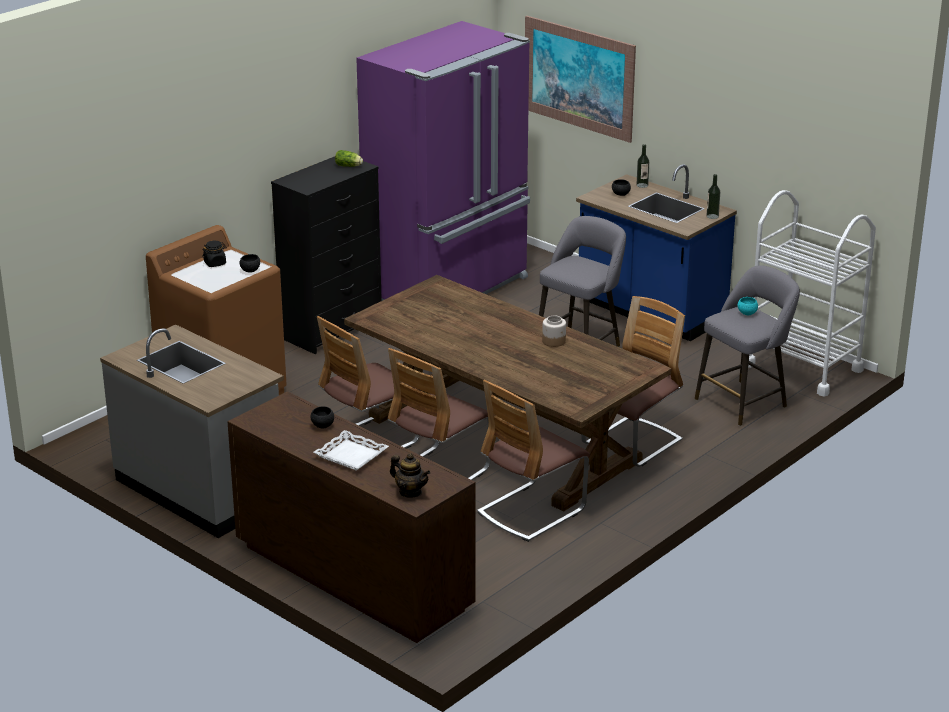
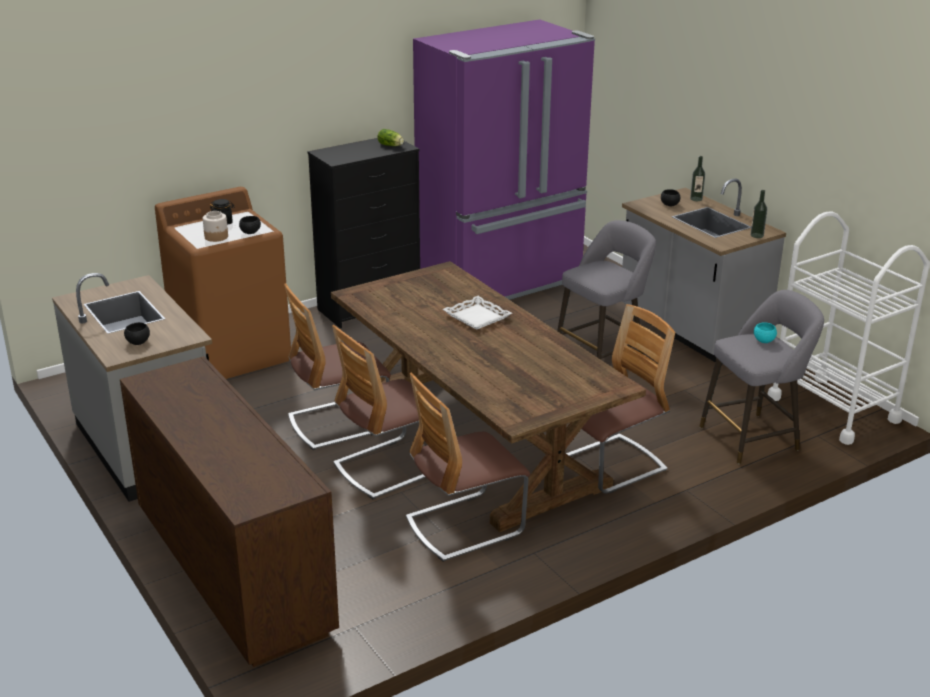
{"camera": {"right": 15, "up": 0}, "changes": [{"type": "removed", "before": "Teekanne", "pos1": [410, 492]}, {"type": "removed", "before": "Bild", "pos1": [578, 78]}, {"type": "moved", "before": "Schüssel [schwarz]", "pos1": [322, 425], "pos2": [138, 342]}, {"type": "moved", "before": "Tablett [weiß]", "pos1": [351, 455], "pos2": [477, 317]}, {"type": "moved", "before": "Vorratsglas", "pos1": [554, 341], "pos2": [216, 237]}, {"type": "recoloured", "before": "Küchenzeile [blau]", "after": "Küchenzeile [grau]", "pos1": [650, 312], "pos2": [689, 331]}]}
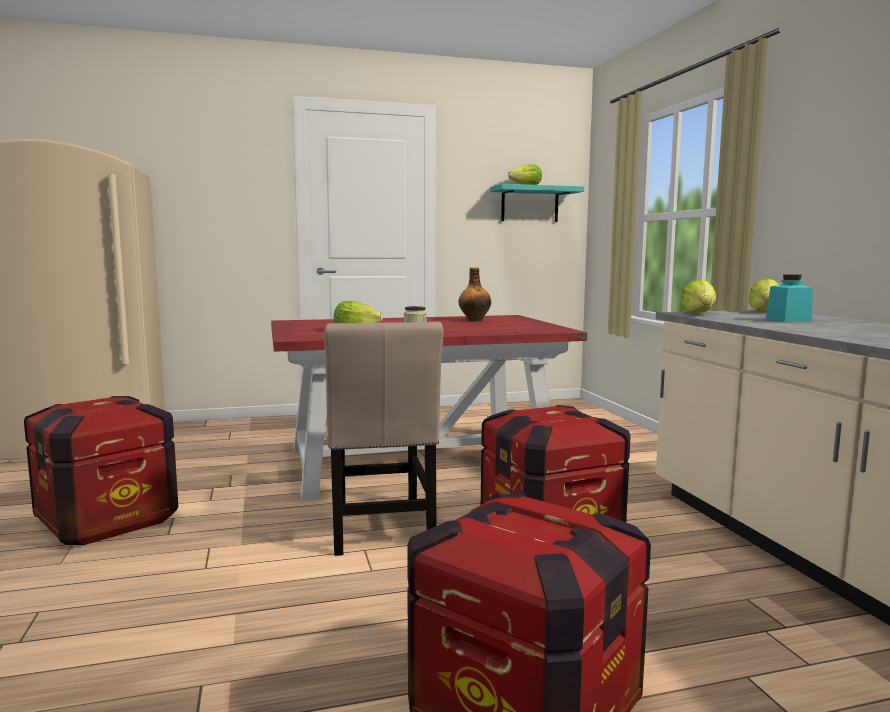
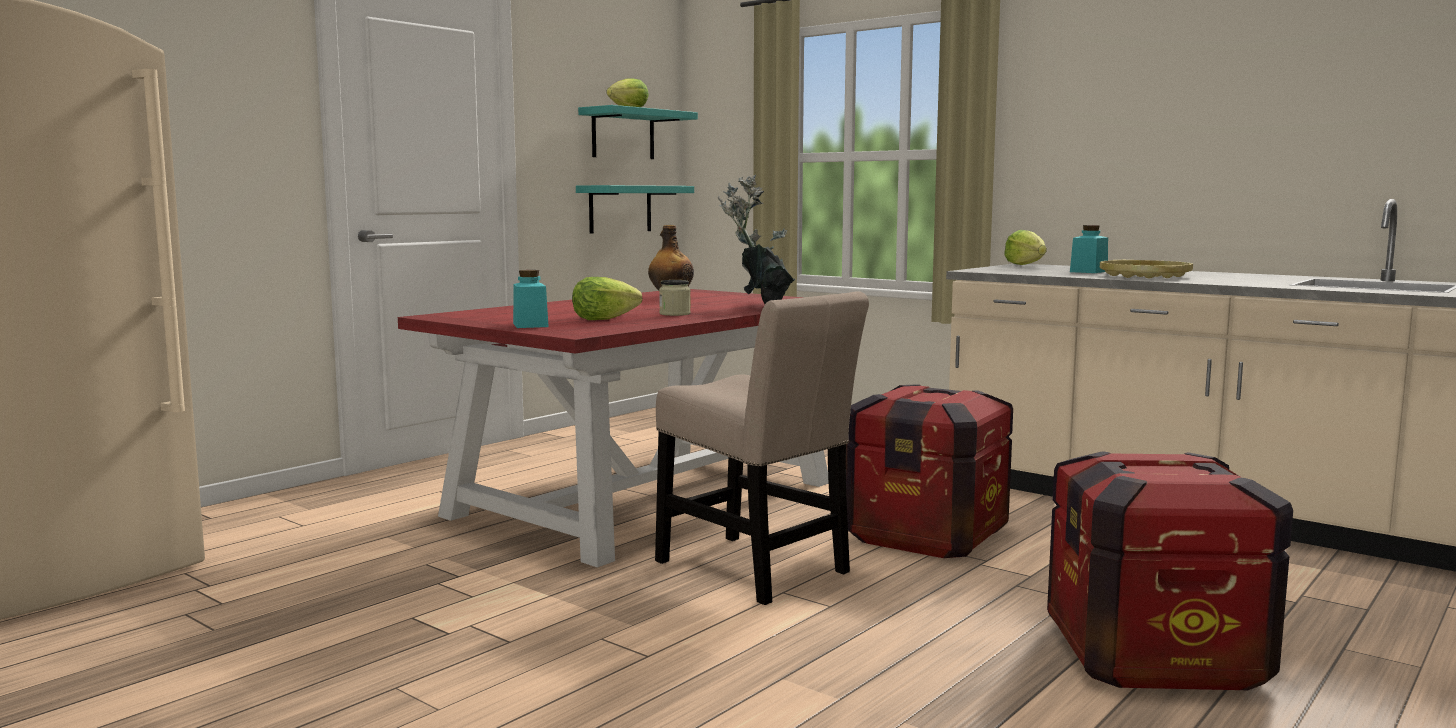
{"camera": {"right": -35, "up": 0}, "changes": [{"type": "removed", "before": "Kiste", "pos1": [107, 520]}, {"type": "removed", "before": "Salatkopf", "pos1": [699, 314]}, {"type": "added", "after": "Vorratsglas [türkis]", "pos2": [530, 325]}, {"type": "added", "after": "Wandregal [türkis]", "pos2": [620, 209]}, {"type": "added", "after": "Topfpflanze", "pos2": [760, 306]}, {"type": "added", "after": "Tablett [gelb]", "pos2": [1144, 276]}]}
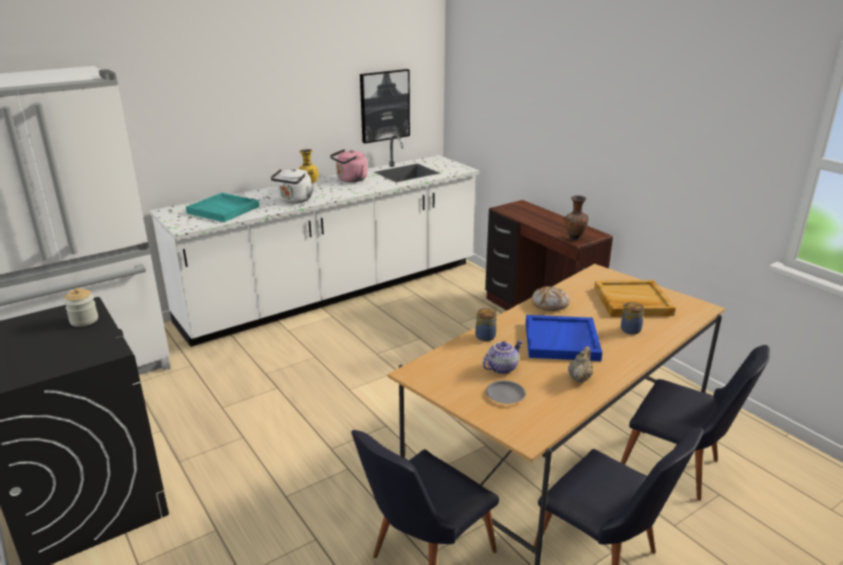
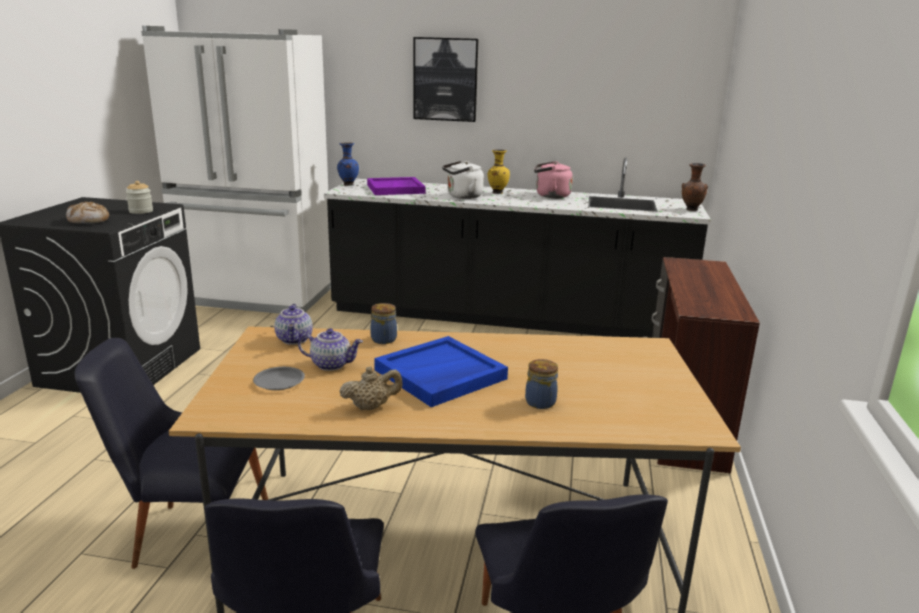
{"camera": {"right": 45, "up": -5}, "changes": [{"type": "removed", "before": "Tablett [beige]", "pos1": [632, 301]}, {"type": "added", "after": "Teekanne", "pos2": [295, 340]}, {"type": "added", "after": "Vase [blau]", "pos2": [348, 185]}, {"type": "moved", "before": "Bild", "pos1": [384, 105], "pos2": [445, 79]}, {"type": "moved", "before": "Brot", "pos1": [550, 304], "pos2": [89, 220]}, {"type": "moved", "before": "Vase [braun]", "pos1": [574, 239], "pos2": [691, 210]}, {"type": "recoloured", "before": "Küchenzeile [weiß]", "after": "Küchenzeile [schwarz]", "pos1": [334, 293], "pos2": [507, 318]}, {"type": "recoloured", "before": "Tablett [türkis]", "after": "Tablett [lila]", "pos1": [224, 210], "pos2": [396, 189]}]}
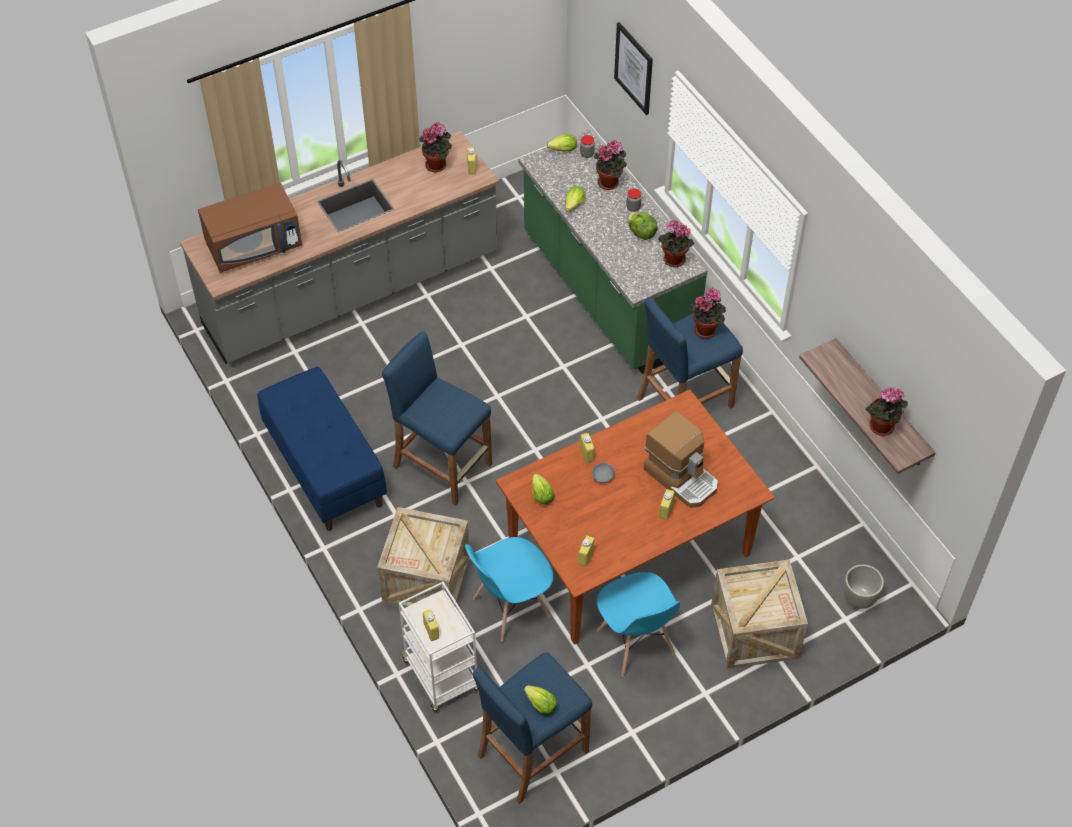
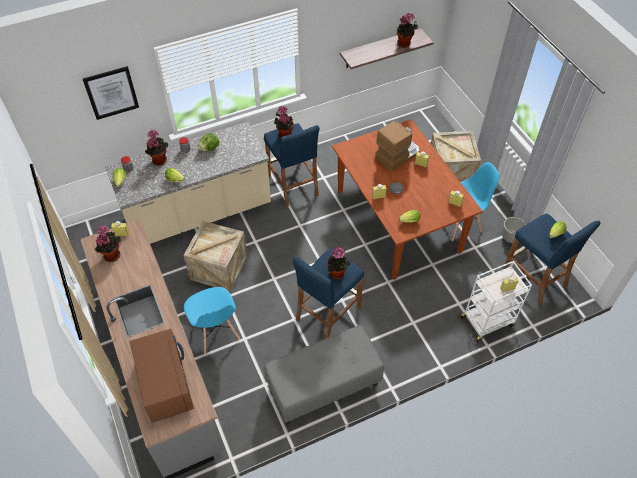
{"camera": {"right": -85, "up": 0}, "changes": [{"type": "moved", "before": "Kiste", "pos1": [426, 580], "pos2": [219, 268]}, {"type": "moved", "before": "Stuhl [blau]", "pos1": [510, 608], "pos2": [216, 332]}, {"type": "moved", "before": "Topfpflanze", "pos1": [672, 261], "pos2": [337, 274]}, {"type": "moved", "before": "Pflanzkübel [grau]", "pos1": [859, 599], "pos2": [510, 238]}, {"type": "recoloured", "before": "Bank [blau]", "after": "Bank [grau]", "pos1": [324, 468], "pos2": [323, 387]}, {"type": "recoloured", "before": "Küchenzeile [grün]", "after": "Küchenzeile [beige]", "pos1": [606, 293], "pos2": [198, 214]}]}
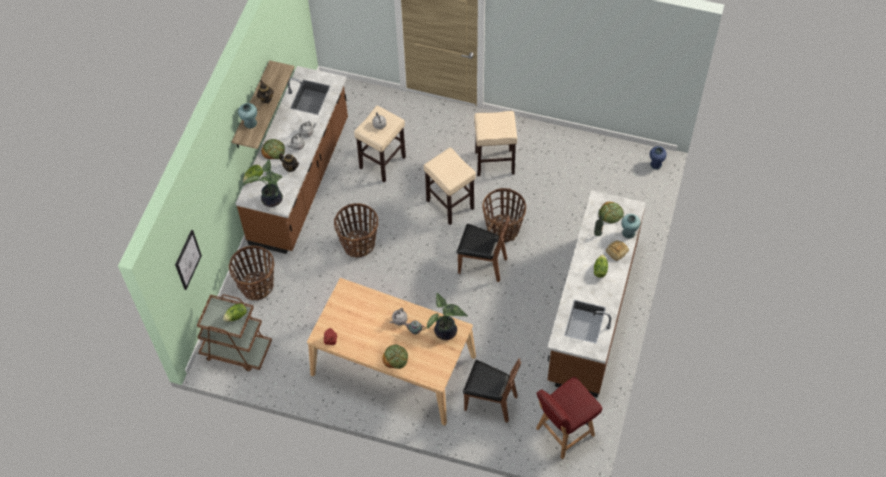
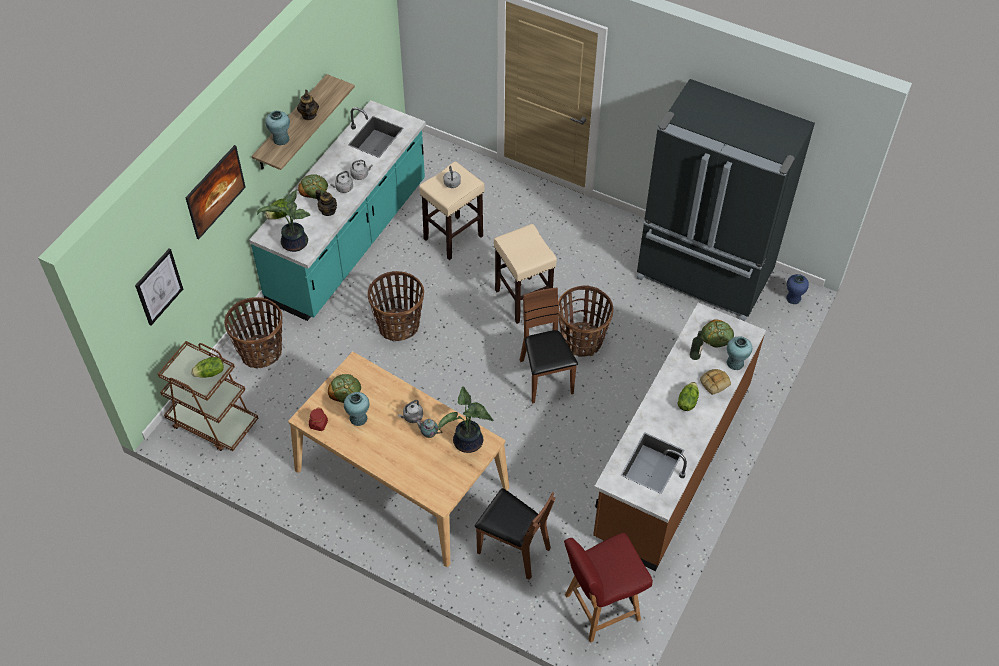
{"camera": {"right": 10, "up": -5}, "changes": [{"type": "removed", "before": "Hocker [beige]", "pos1": [494, 163]}, {"type": "added", "after": "Bild", "pos2": [218, 202]}, {"type": "added", "after": "Vase [türkis]", "pos2": [358, 418]}, {"type": "added", "after": "Kühlschrank [schwarz]", "pos2": [704, 276]}, {"type": "moved", "before": "Brot", "pos1": [395, 357], "pos2": [345, 390]}, {"type": "recoloured", "before": "Küchenzeile [braun]", "after": "Küchenzeile [türkis]", "pos1": [301, 181], "pos2": [349, 242]}, {"type": "turned", "before": "Stuhl [braun]", "pos1": [482, 264], "pos2": [545, 378], "turn": -135}]}
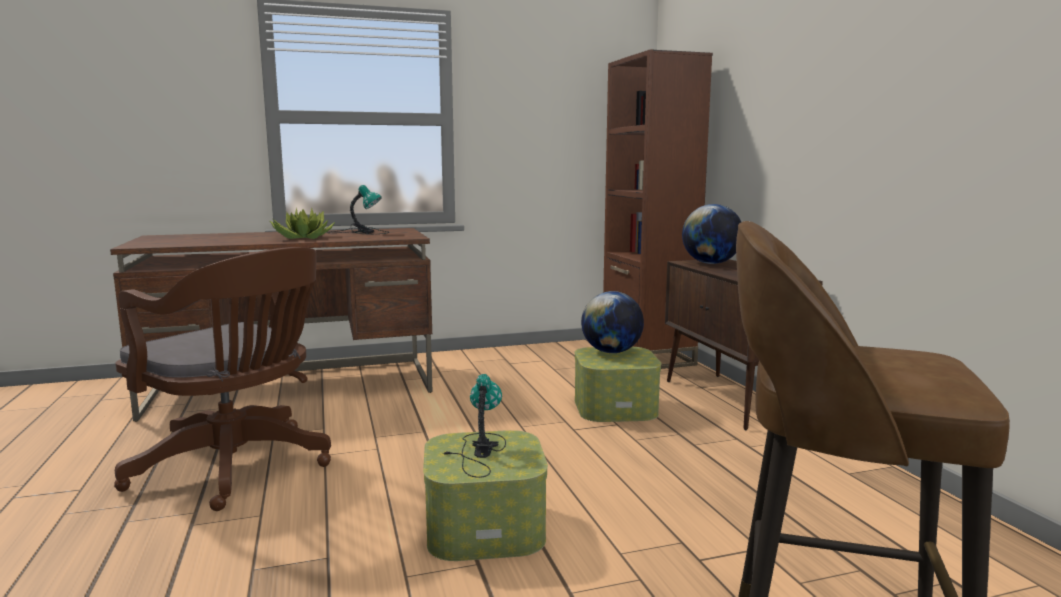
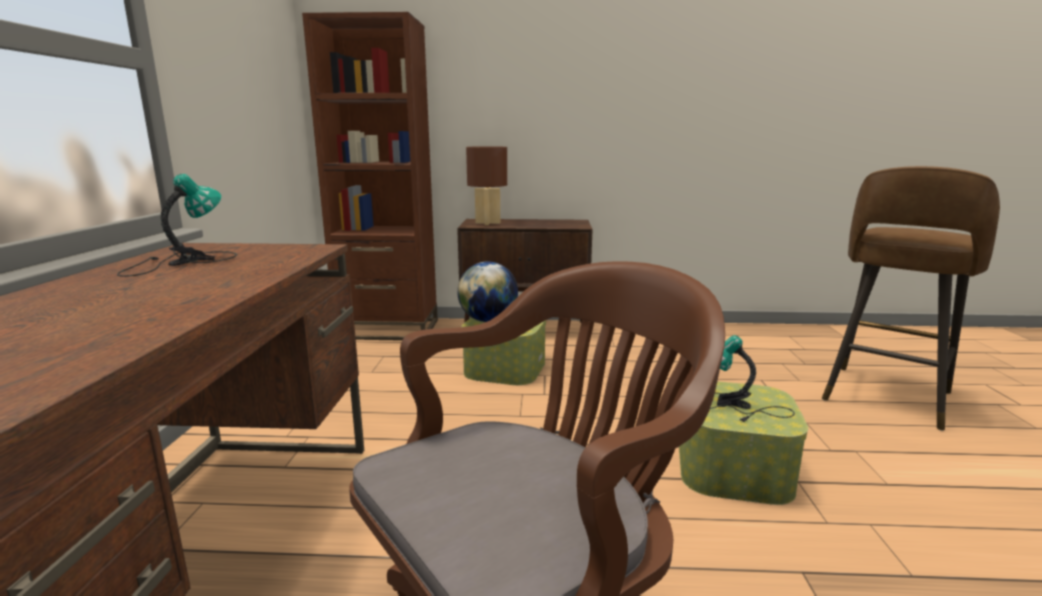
{"camera": {"right": -70, "up": 5}, "changes": [{"type": "removed", "before": "Topfpflanze", "pos1": [301, 238]}, {"type": "replaced", "before": "Globus", "after": "Tischlampe [braun]", "pos1": [711, 263], "pos2": [488, 223]}]}
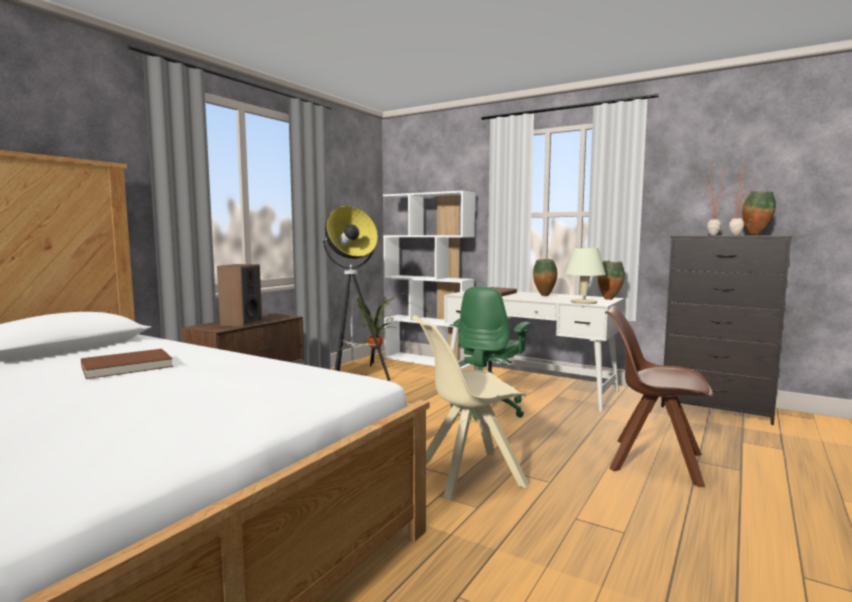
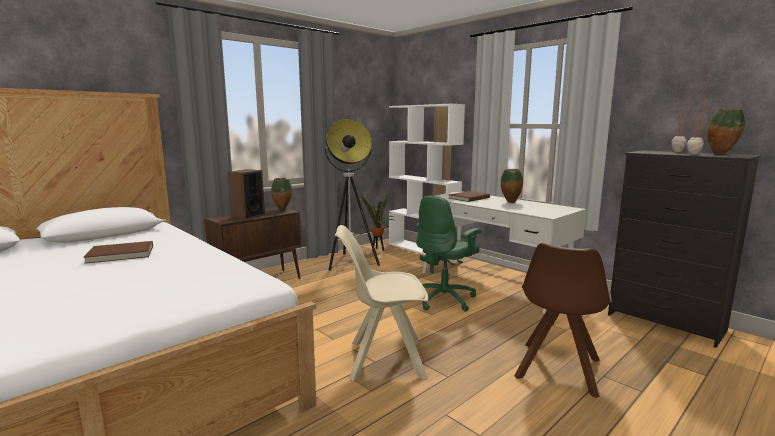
{"camera": {"right": 15, "up": 5}, "changes": [{"type": "removed", "before": "Tischlampe [beige]", "pos1": [583, 302]}, {"type": "moved", "before": "Vase", "pos1": [609, 299], "pos2": [282, 209]}, {"type": "turned", "before": "Stuhl [braun]", "pos1": [652, 461], "pos2": [557, 370], "turn": -105}]}
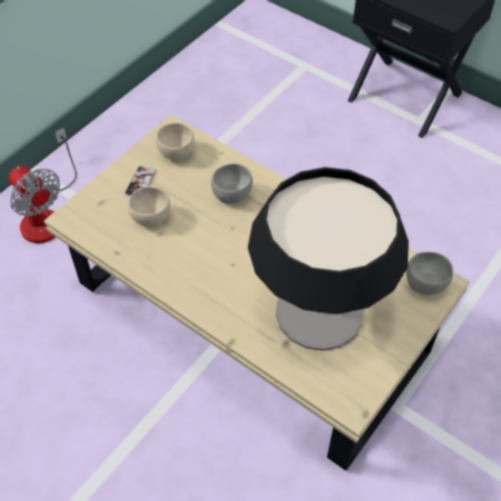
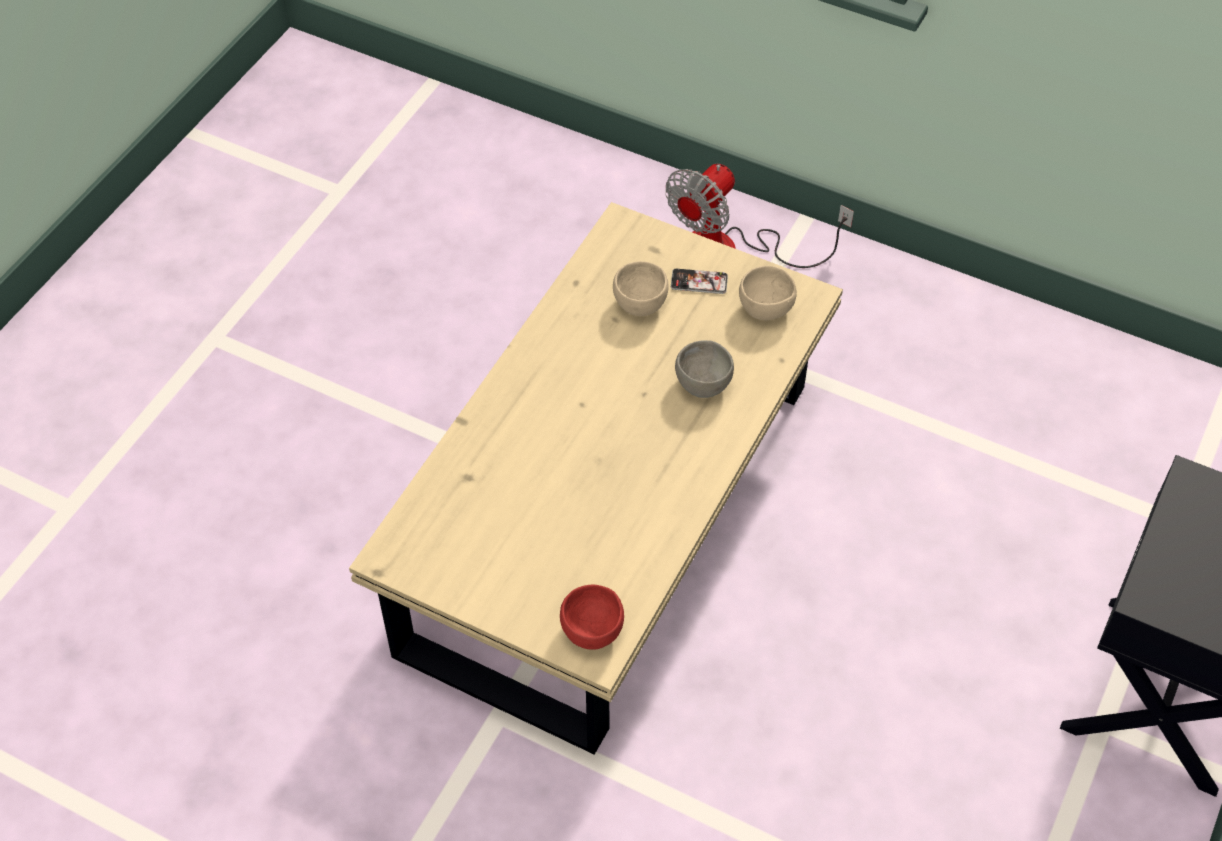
{"camera": {"right": 80, "up": 0}, "changes": [{"type": "removed", "before": "Tischlampe", "pos1": [319, 312]}, {"type": "recoloured", "before": "Schüssel [grau]", "after": "Schüssel [rot]", "pos1": [424, 283], "pos2": [593, 630]}]}
